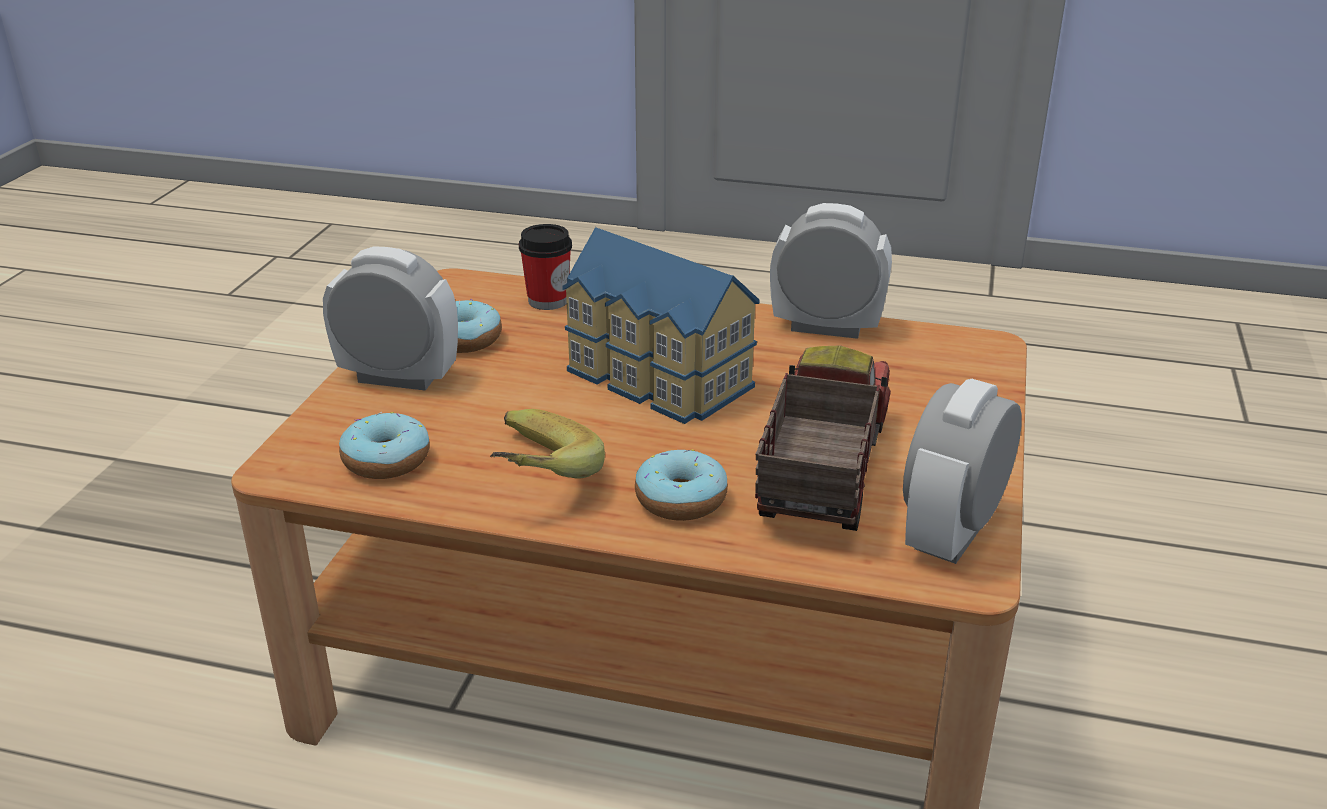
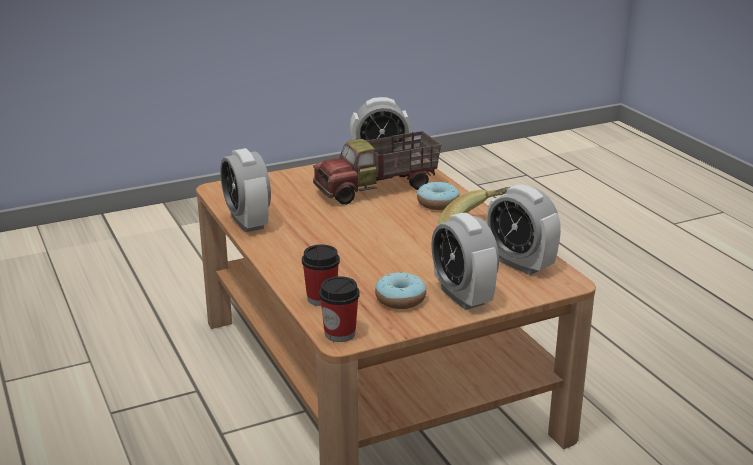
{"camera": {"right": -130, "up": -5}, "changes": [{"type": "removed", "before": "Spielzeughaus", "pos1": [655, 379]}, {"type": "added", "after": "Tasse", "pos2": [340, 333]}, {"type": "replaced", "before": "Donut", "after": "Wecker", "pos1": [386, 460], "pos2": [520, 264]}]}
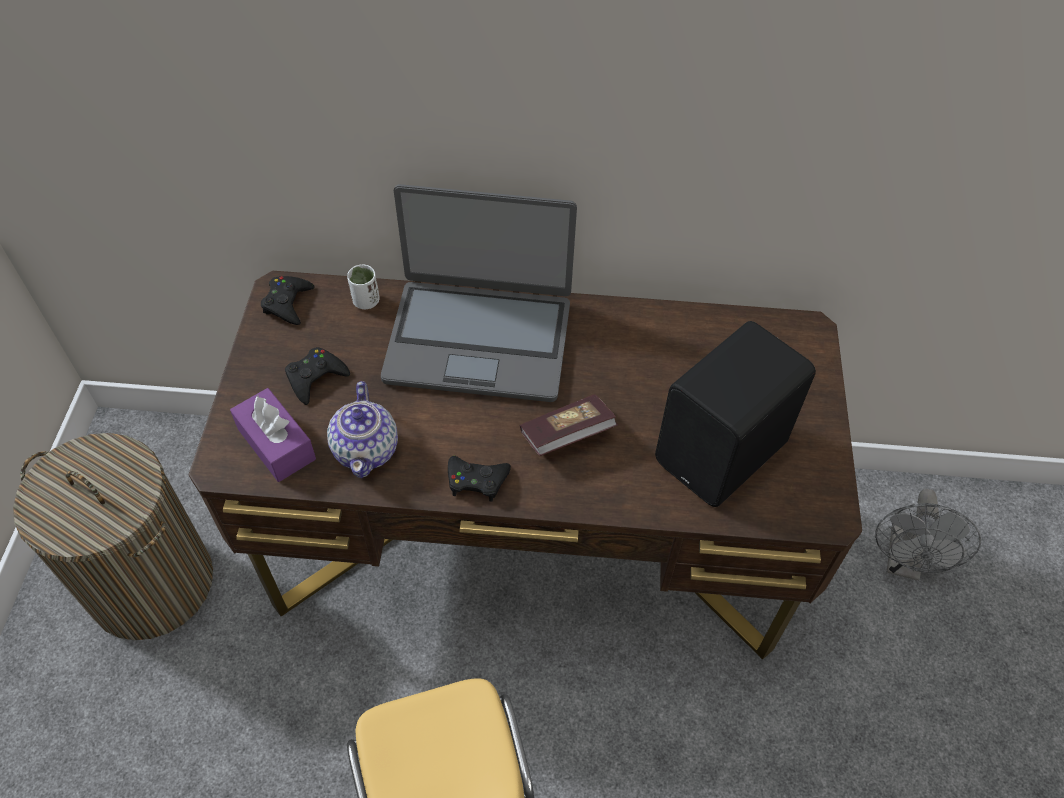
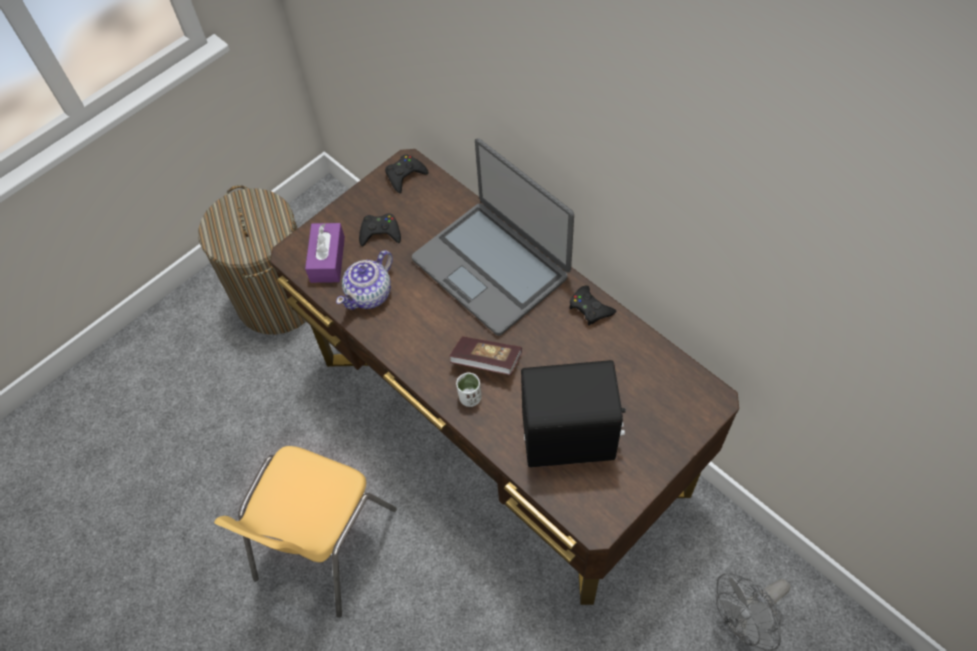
{"camera": {"right": 45, "up": 5}, "changes": [{"type": "moved", "before": "Tasse [weiß]", "pos1": [366, 301], "pos2": [470, 397]}, {"type": "moved", "before": "Gamepad [schwarz]", "pos1": [476, 480], "pos2": [590, 308]}]}
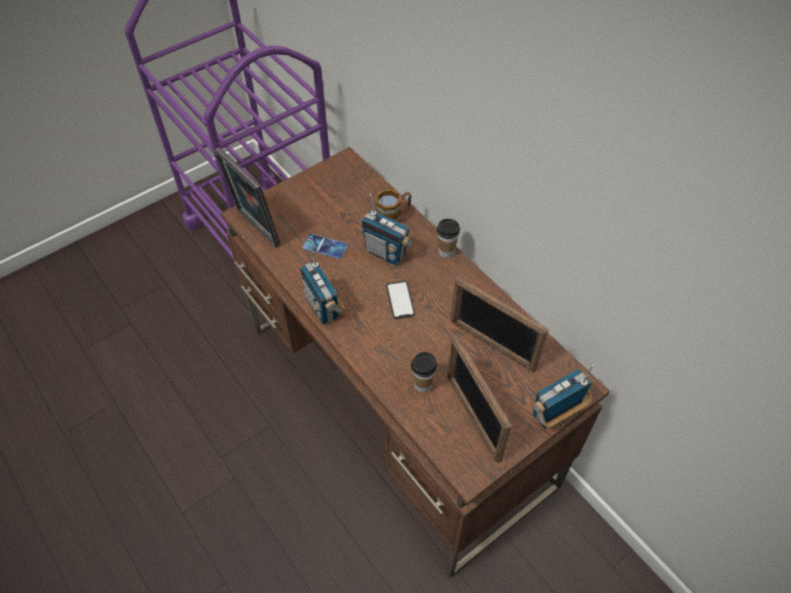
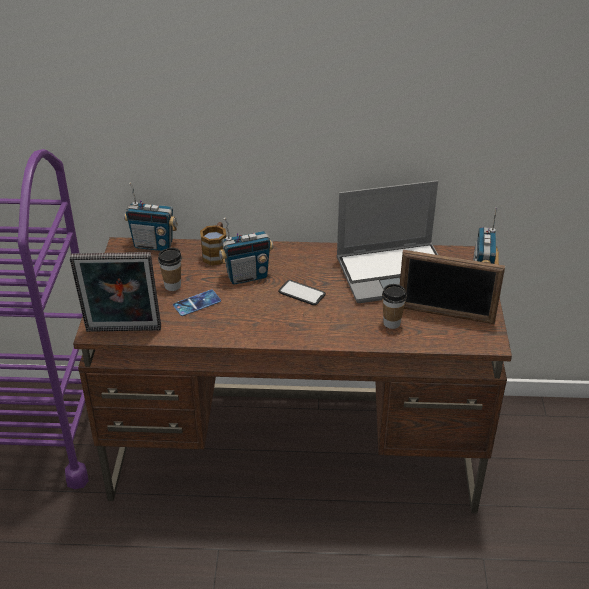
{"camera": {"right": -50, "up": -15}, "changes": [{"type": "moved", "before": "Radio", "pos1": [323, 308], "pos2": [153, 245]}, {"type": "moved", "before": "Tasse", "pos1": [446, 251], "pos2": [172, 286]}, {"type": "replaced", "before": "Bilderrahmen", "after": "Laptop", "pos1": [492, 345], "pos2": [395, 273]}]}
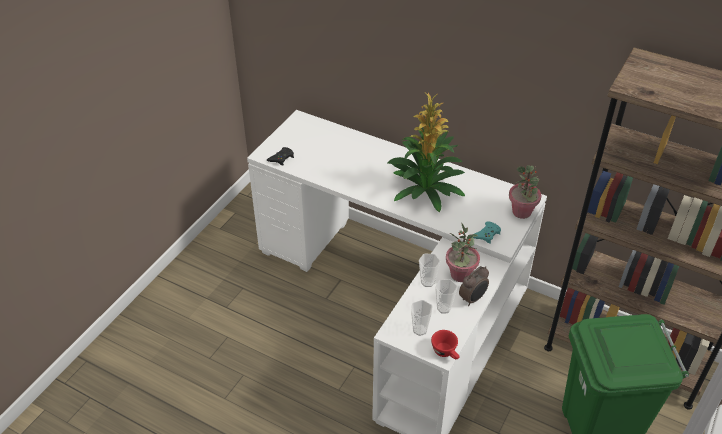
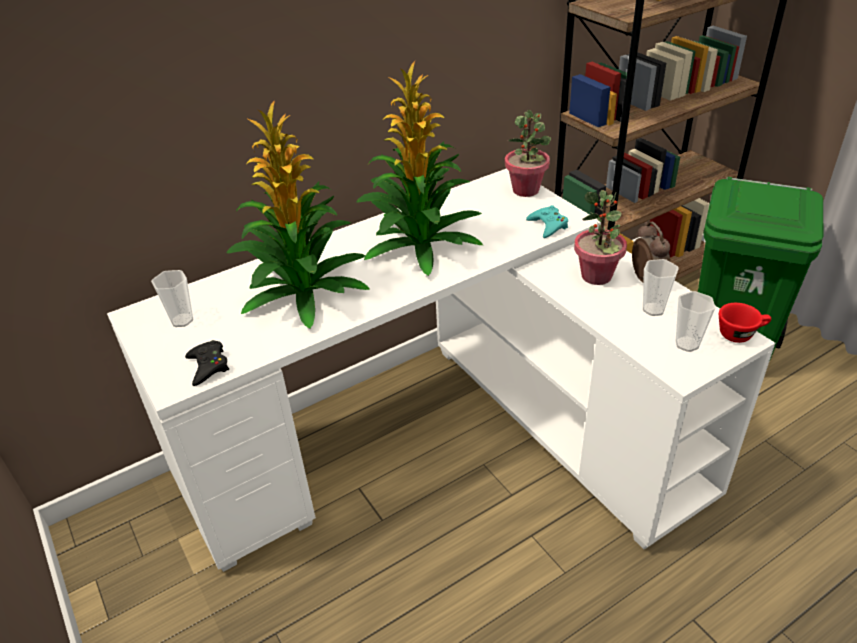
{"camera": {"right": -60, "up": -5}, "changes": [{"type": "added", "after": "Topfpflanze", "pos2": [304, 293]}, {"type": "moved", "before": "Tasse", "pos1": [427, 282], "pos2": [182, 320]}]}
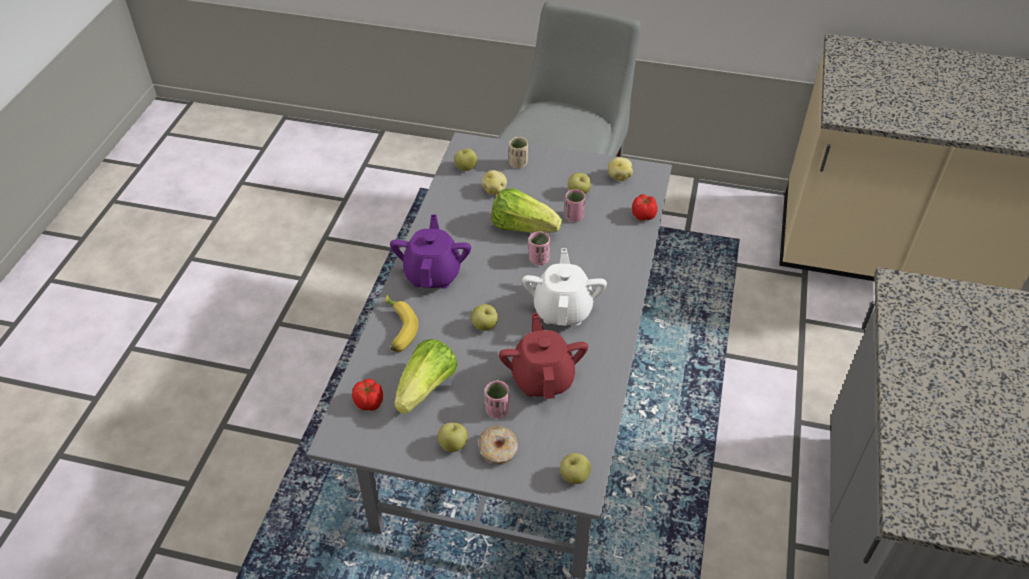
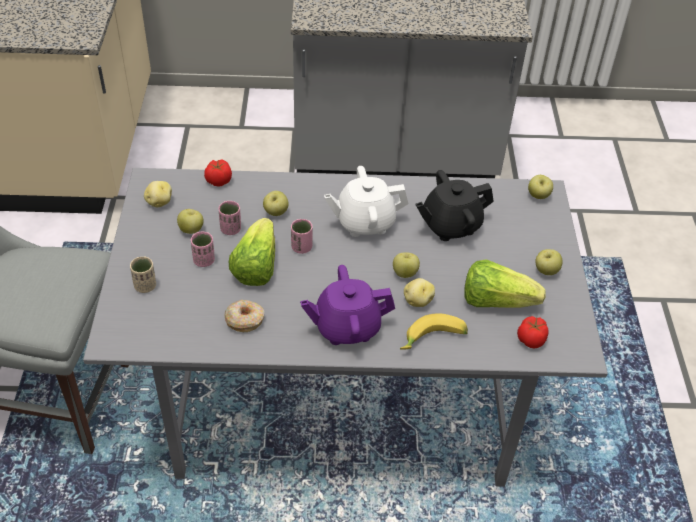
{"camera": {"right": -105, "up": 0}, "changes": [{"type": "moved", "before": "Apfel", "pos1": [465, 168], "pos2": [276, 212]}, {"type": "moved", "before": "Donut", "pos1": [498, 450], "pos2": [245, 320]}, {"type": "moved", "before": "Kartoffel", "pos1": [495, 190], "pos2": [417, 301]}, {"type": "moved", "before": "Tasse [rosa]", "pos1": [497, 410], "pos2": [204, 261]}, {"type": "recoloured", "before": "Teekanne [rot]", "after": "Teekanne [schwarz]", "pos1": [542, 378], "pos2": [450, 225]}]}
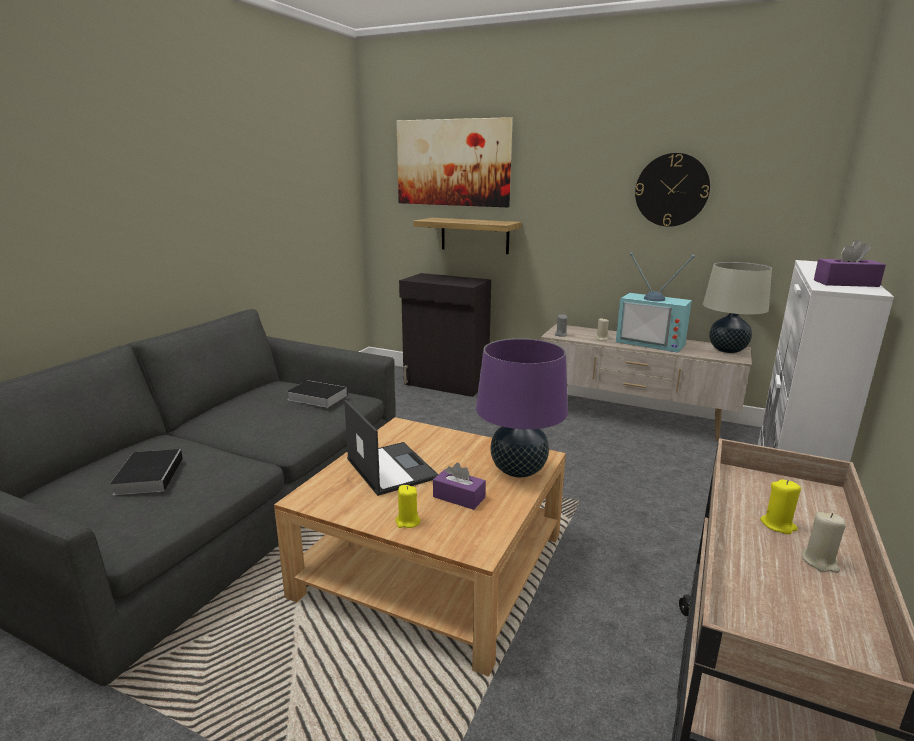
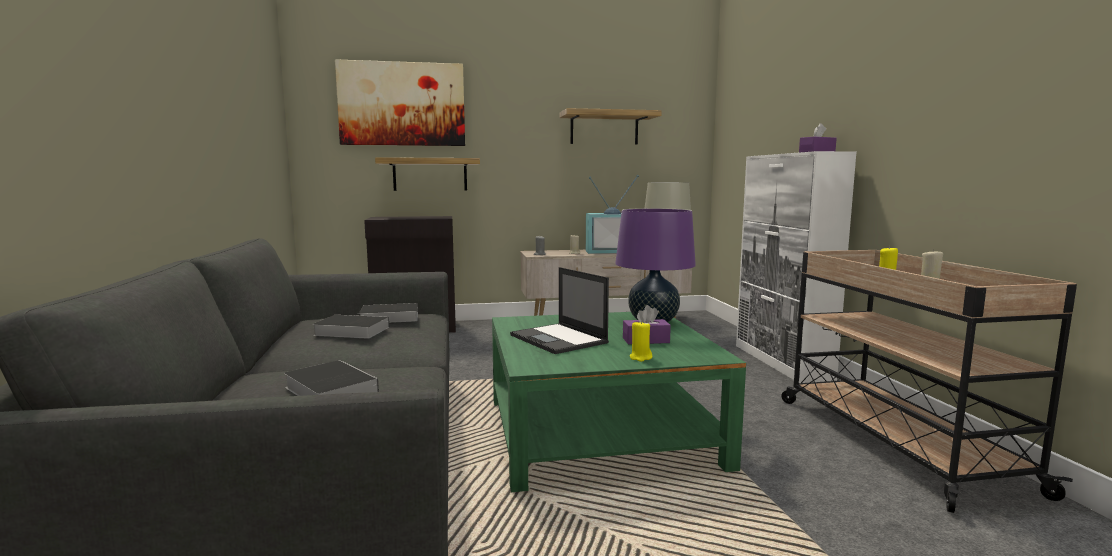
{"camera": {"right": -35, "up": -10}, "changes": [{"type": "added", "after": "Buch", "pos2": [349, 331]}, {"type": "replaced", "before": "Wanduhr", "after": "Wandregal", "pos1": [671, 190], "pos2": [604, 128]}, {"type": "recoloured", "before": "Couchtisch [beige]", "after": "Couchtisch [grün]", "pos1": [433, 565], "pos2": [600, 432]}, {"type": "turned", "before": "Laptop", "pos1": [390, 468], "pos2": [559, 339], "turn": -150}]}
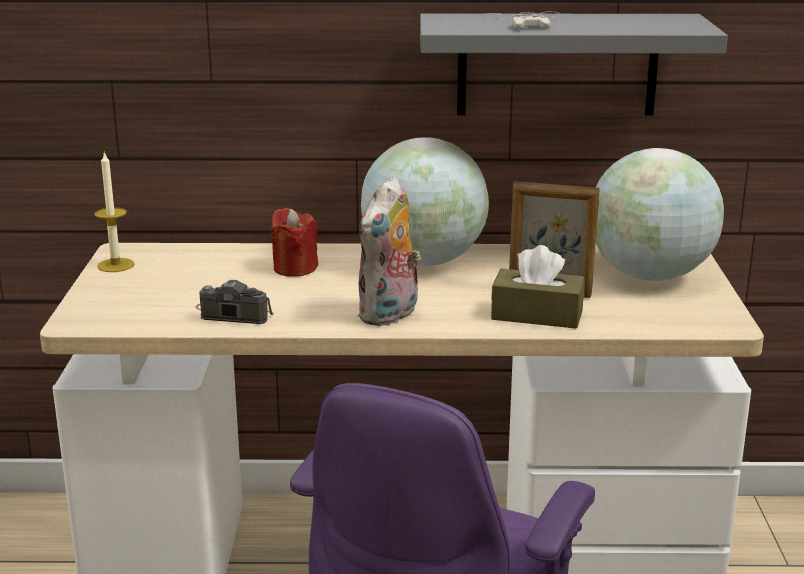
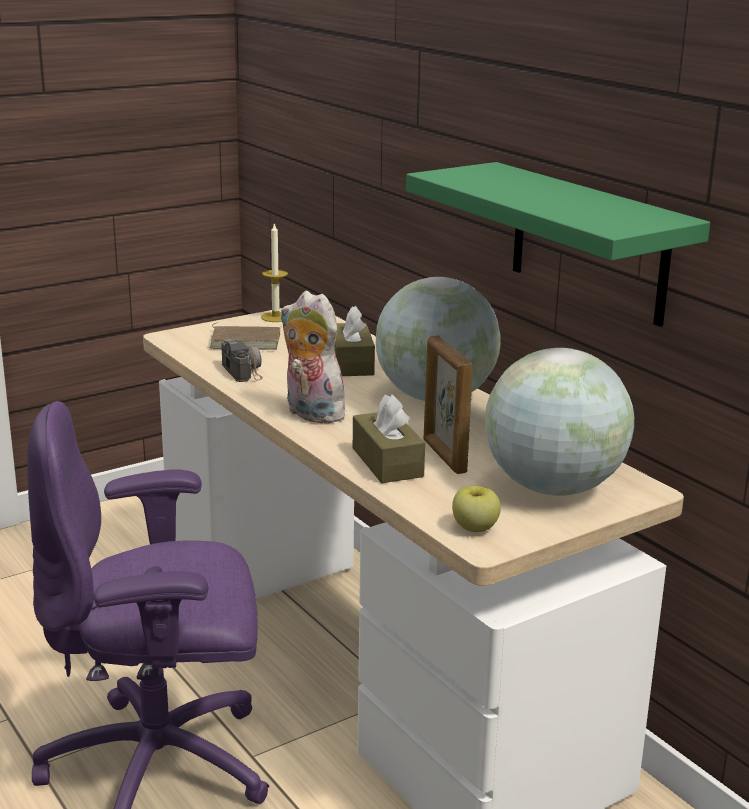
{"camera": {"right": 55, "up": 0}, "changes": [{"type": "removed", "before": "Gamepad [weiß]", "pos1": [530, 22]}, {"type": "added", "after": "Buch [braun]", "pos2": [246, 341]}, {"type": "added", "after": "Apfel", "pos2": [474, 528]}, {"type": "replaced", "before": "Kerze [rot]", "after": "Taschentuchbox [braun]", "pos1": [295, 268], "pos2": [351, 363]}, {"type": "recoloured", "before": "Wandregal [grau]", "after": "Wandregal [grün]", "pos1": [557, 64], "pos2": [588, 243]}, {"type": "turned", "before": "Plüschtier", "pos1": [390, 315], "pos2": [310, 414], "turn": 45}]}
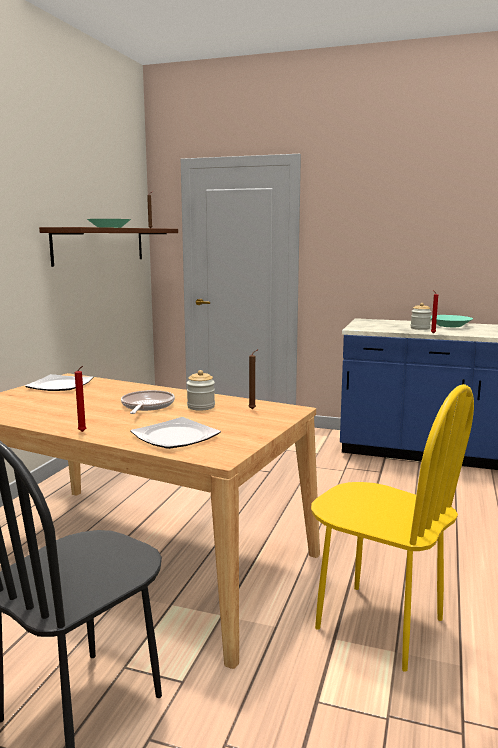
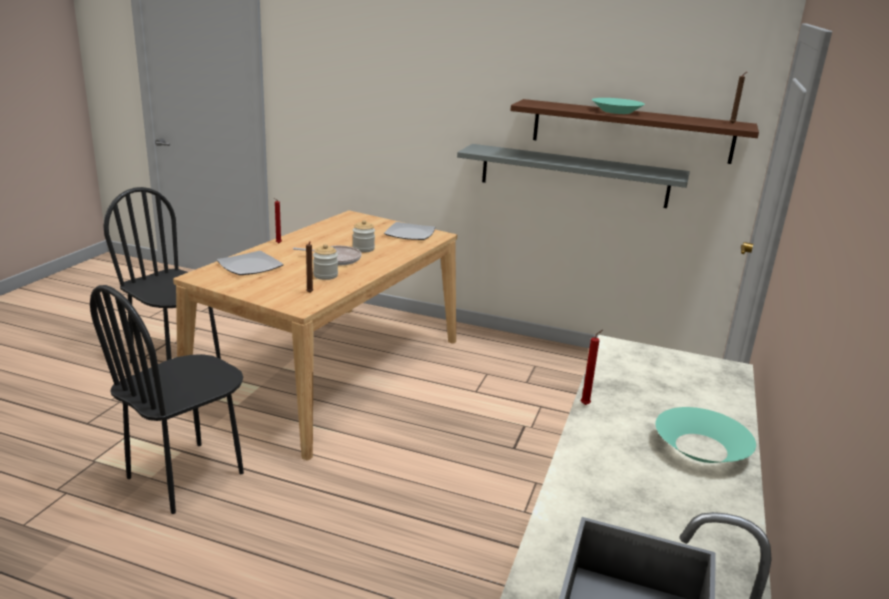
{"camera": {"right": 90, "up": 10}, "changes": [{"type": "added", "after": "Wandregal [grau]", "pos2": [573, 175]}, {"type": "moved", "before": "Vorratsglas", "pos1": [420, 328], "pos2": [363, 249]}, {"type": "recoloured", "before": "Stuhl [gelb]", "after": "Stuhl [schwarz]", "pos1": [379, 624], "pos2": [186, 476]}]}
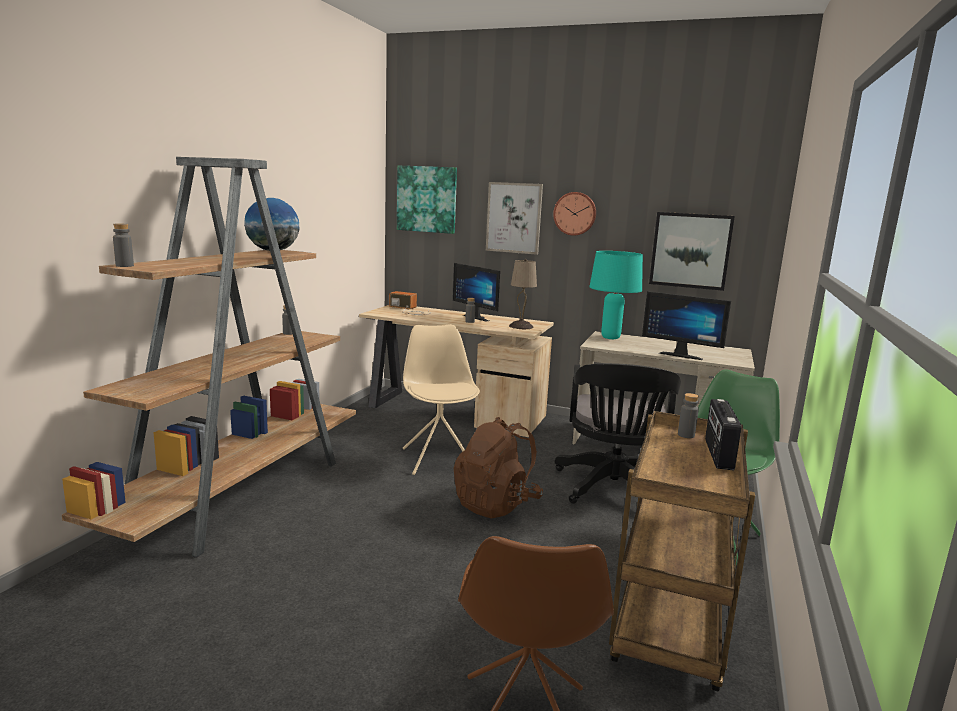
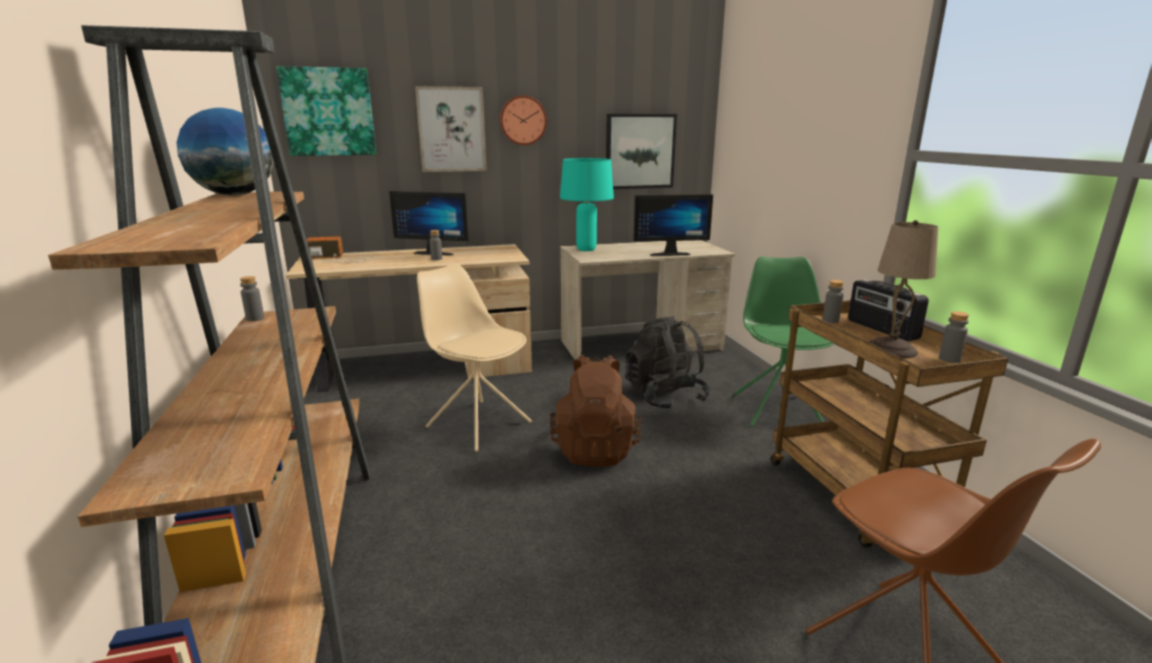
{"camera": {"right": -35, "up": 5}, "changes": [{"type": "moved", "before": "Flasche [grau]", "pos1": [124, 266], "pos2": [949, 359]}, {"type": "moved", "before": "Tischlampe [beige]", "pos1": [521, 326], "pos2": [890, 349]}, {"type": "replaced", "before": "Bürostuhl [schwarz]", "after": "Rucksack [schwarz]", "pos1": [613, 490], "pos2": [665, 396]}]}
